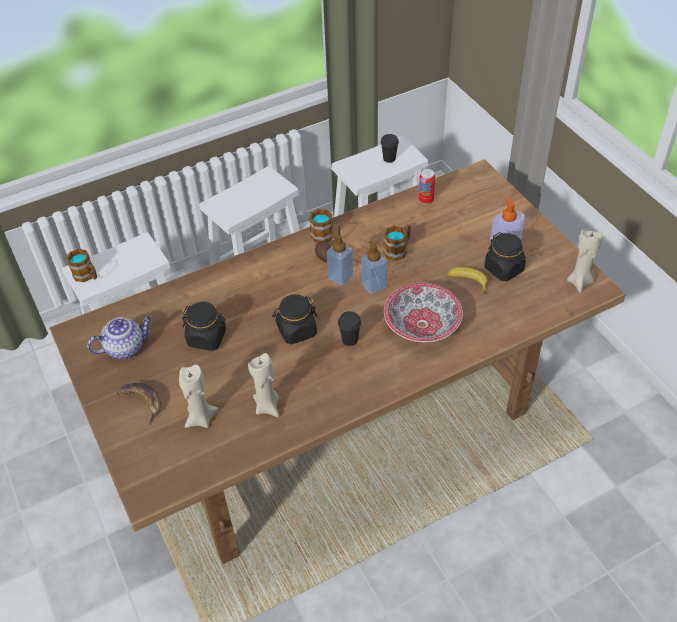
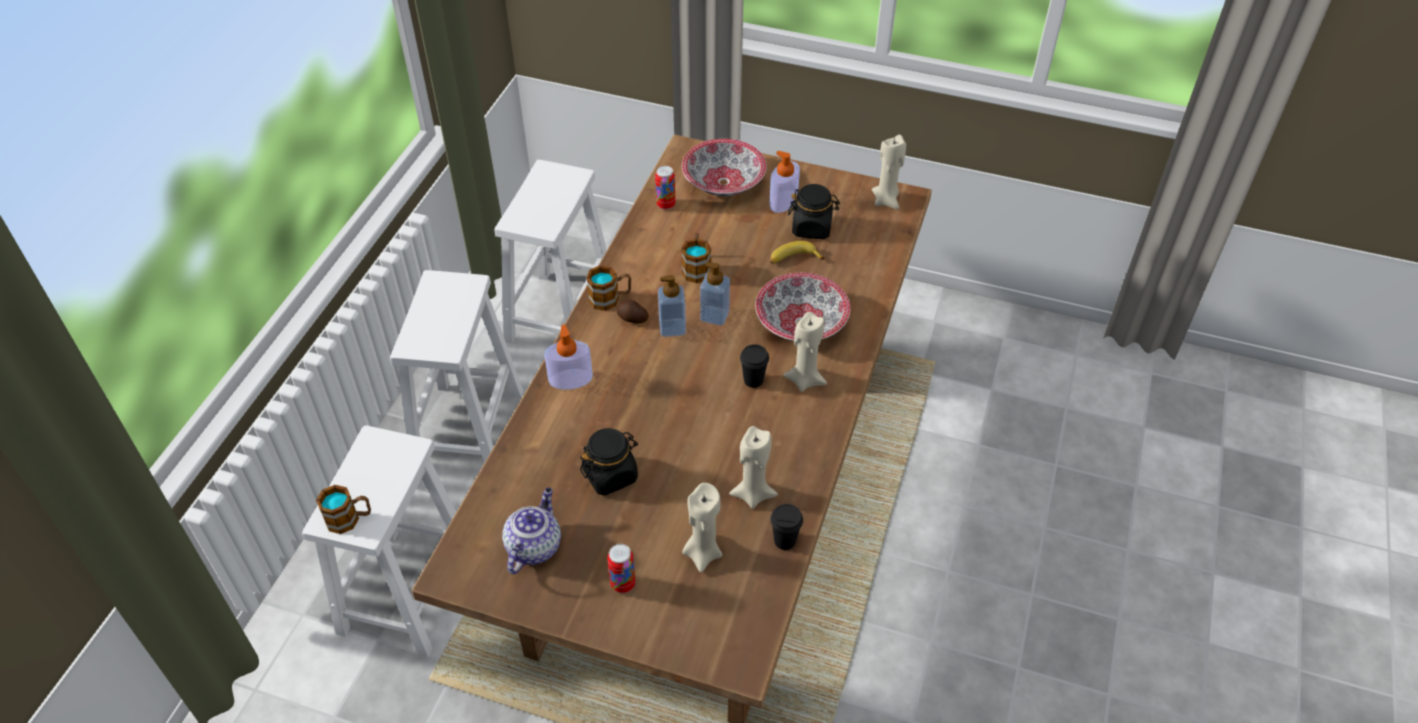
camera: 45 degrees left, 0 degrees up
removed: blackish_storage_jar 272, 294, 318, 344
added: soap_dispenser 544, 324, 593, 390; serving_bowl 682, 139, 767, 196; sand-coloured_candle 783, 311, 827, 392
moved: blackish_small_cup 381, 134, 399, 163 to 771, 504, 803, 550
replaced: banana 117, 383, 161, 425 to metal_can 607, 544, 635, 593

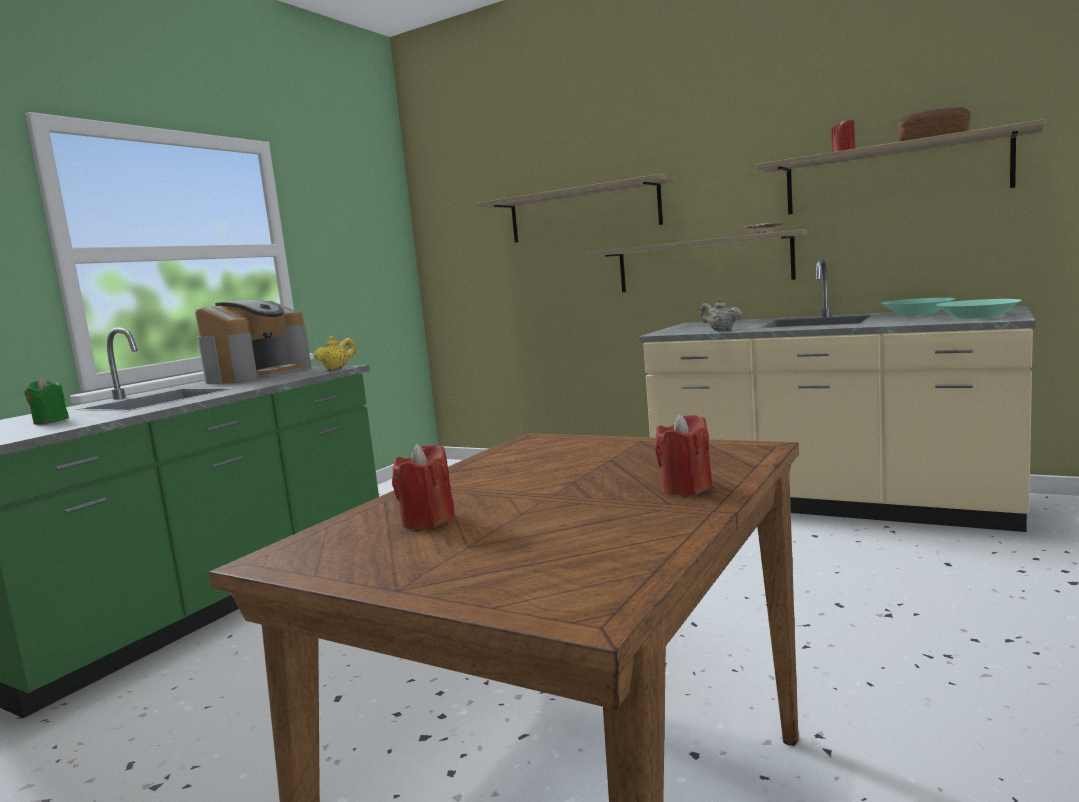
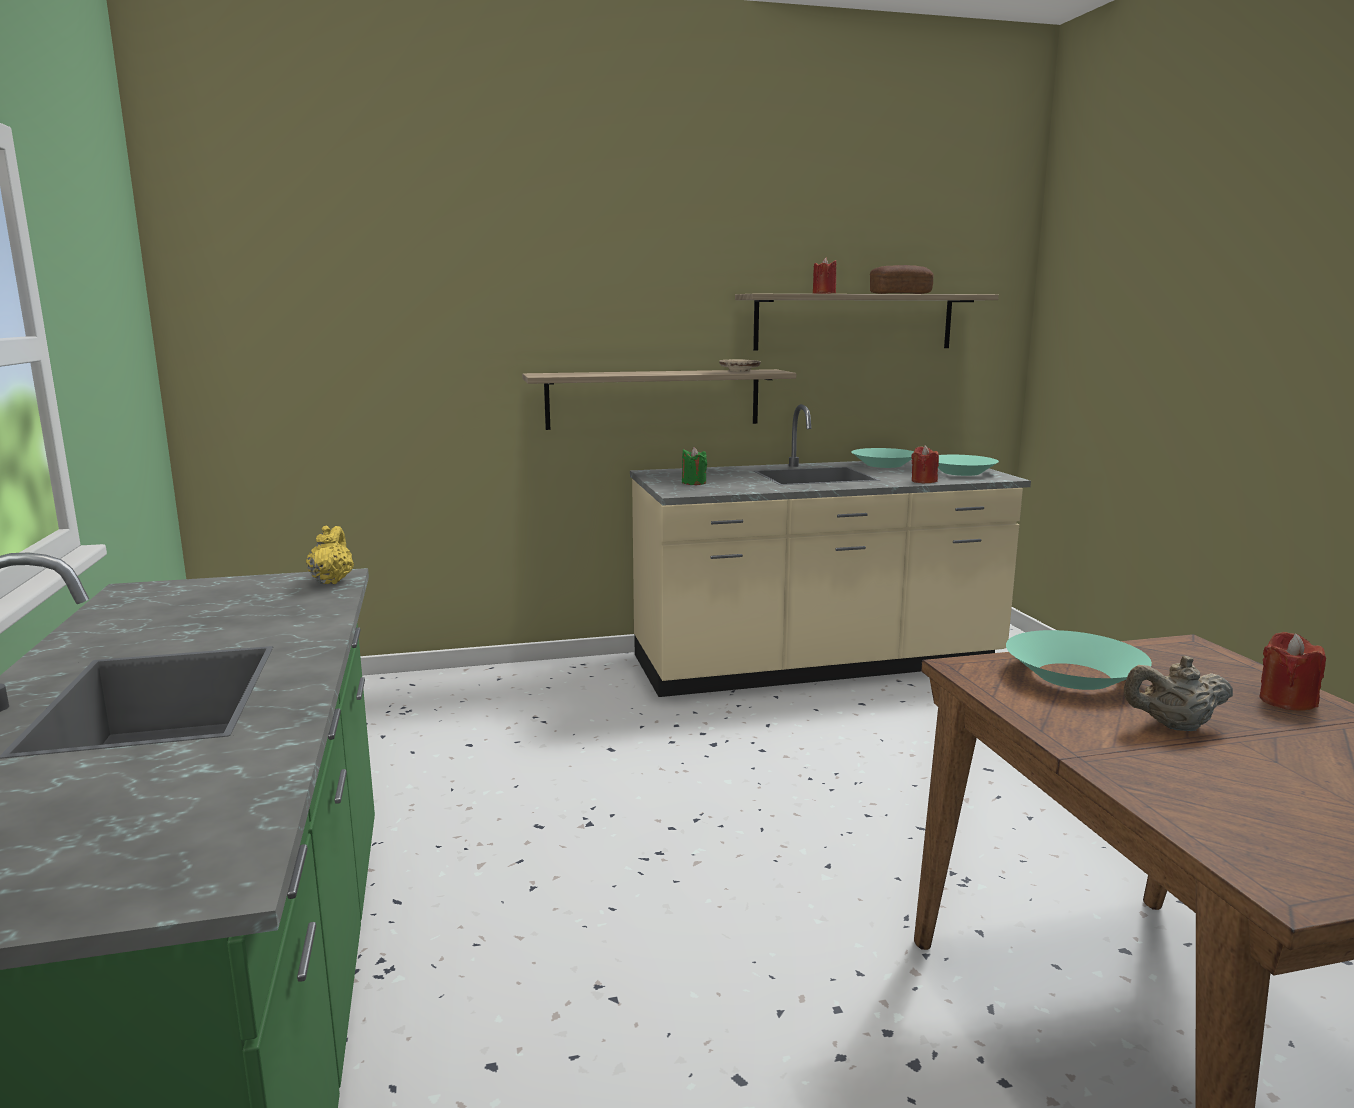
camera: 45 degrees left, 5 degrees up
removed: coffee_brewer 195, 300, 312, 384; bracket_shelf 476, 174, 676, 243
added: turquoise-coloured_serving_bowl 1006, 630, 1152, 690
moved: green_candle 25, 378, 69, 425 to 682, 447, 707, 485; reddish_candle 392, 444, 455, 529 to 911, 445, 939, 483; sand-coloured_tea_pot 699, 298, 742, 331 to 1124, 656, 1233, 731

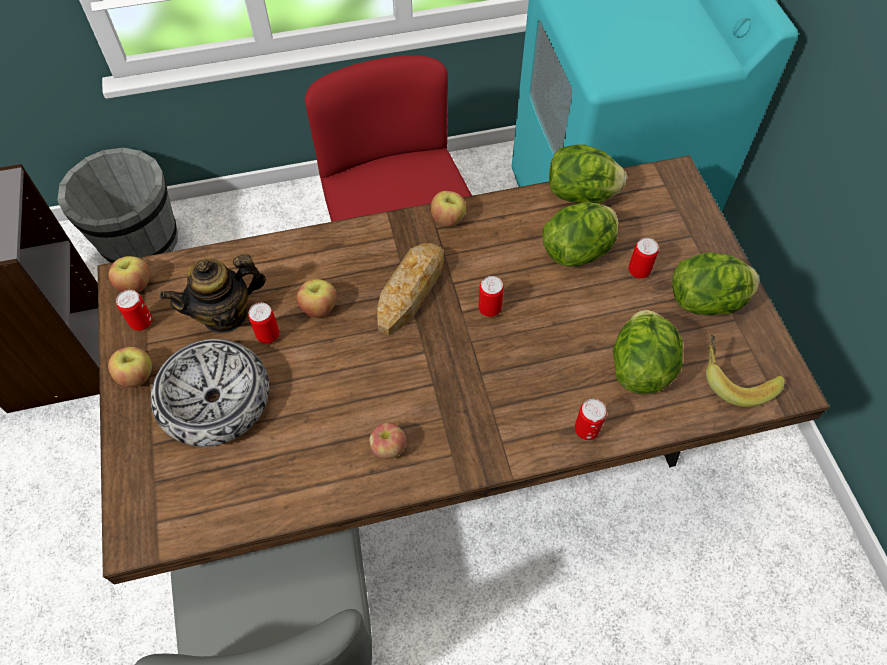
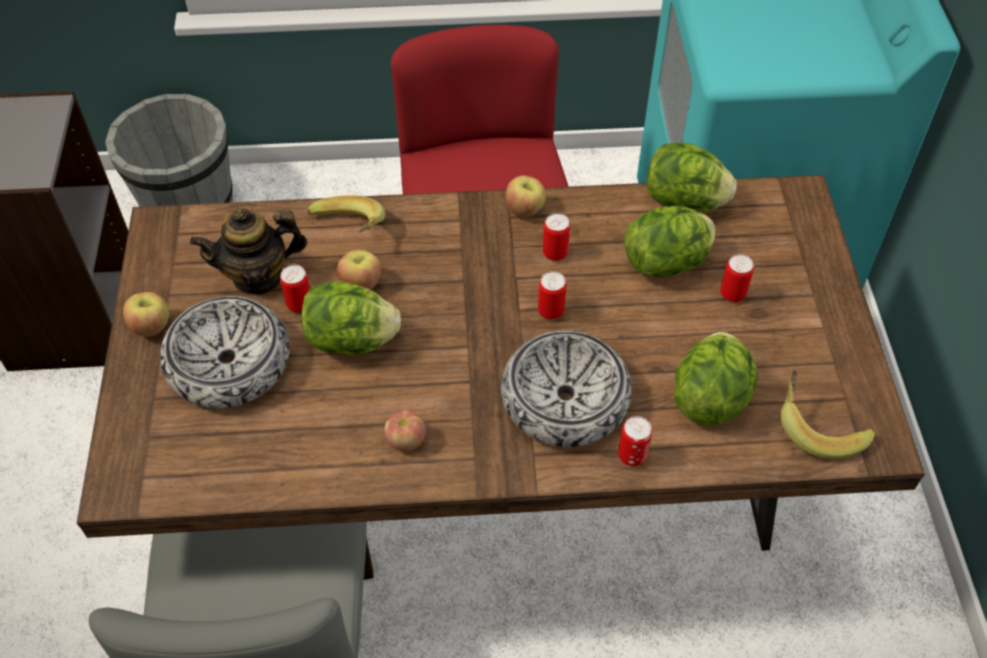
camera: 10 degrees right, 5 degrees down
removed: apple_fruit 108, 256, 150, 293; bakery_bread 377, 243, 444, 335
added: banana 307, 195, 385, 233; serving_bowl 501, 331, 632, 447
moved: lettuce 672, 252, 759, 315 to 301, 281, 401, 355; metal_can 116, 290, 153, 331 to 543, 213, 570, 261

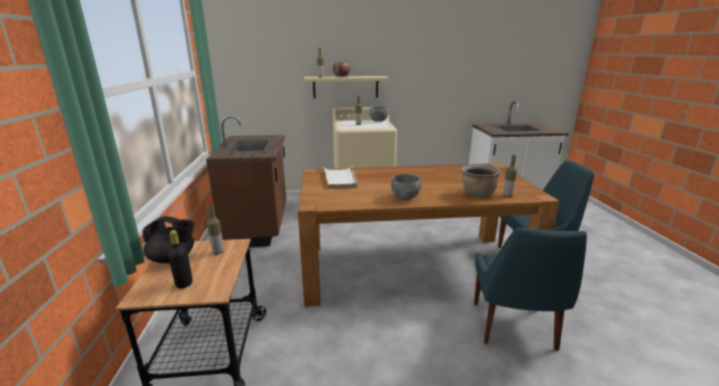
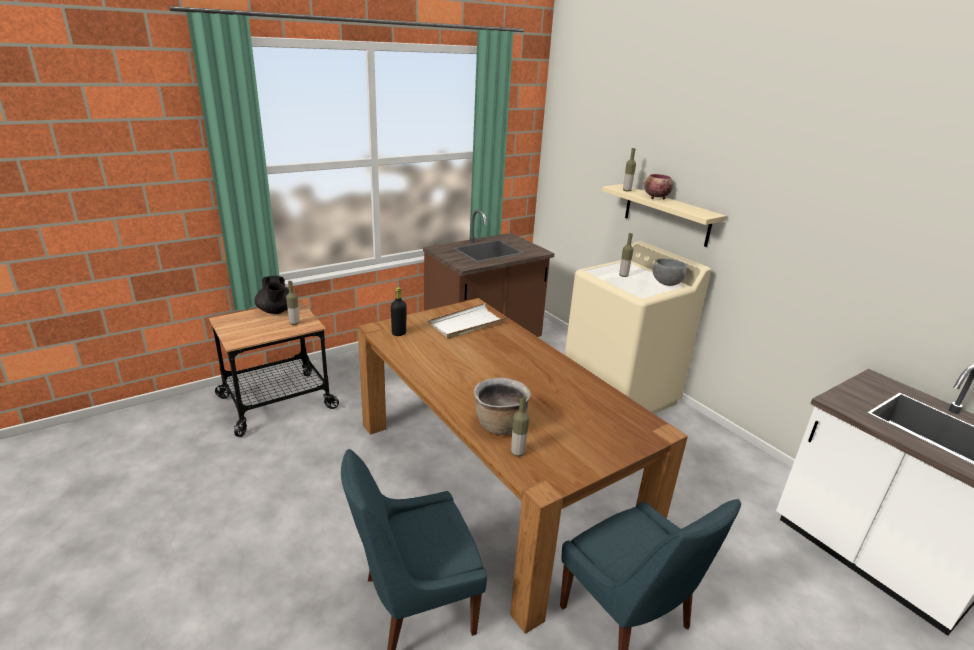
camera: 60 degrees right, 5 degrees up
removed: gray_serving_bowl 391, 174, 421, 200
moved: blackish_beverage_bottle 168, 230, 193, 288 to 391, 287, 406, 336

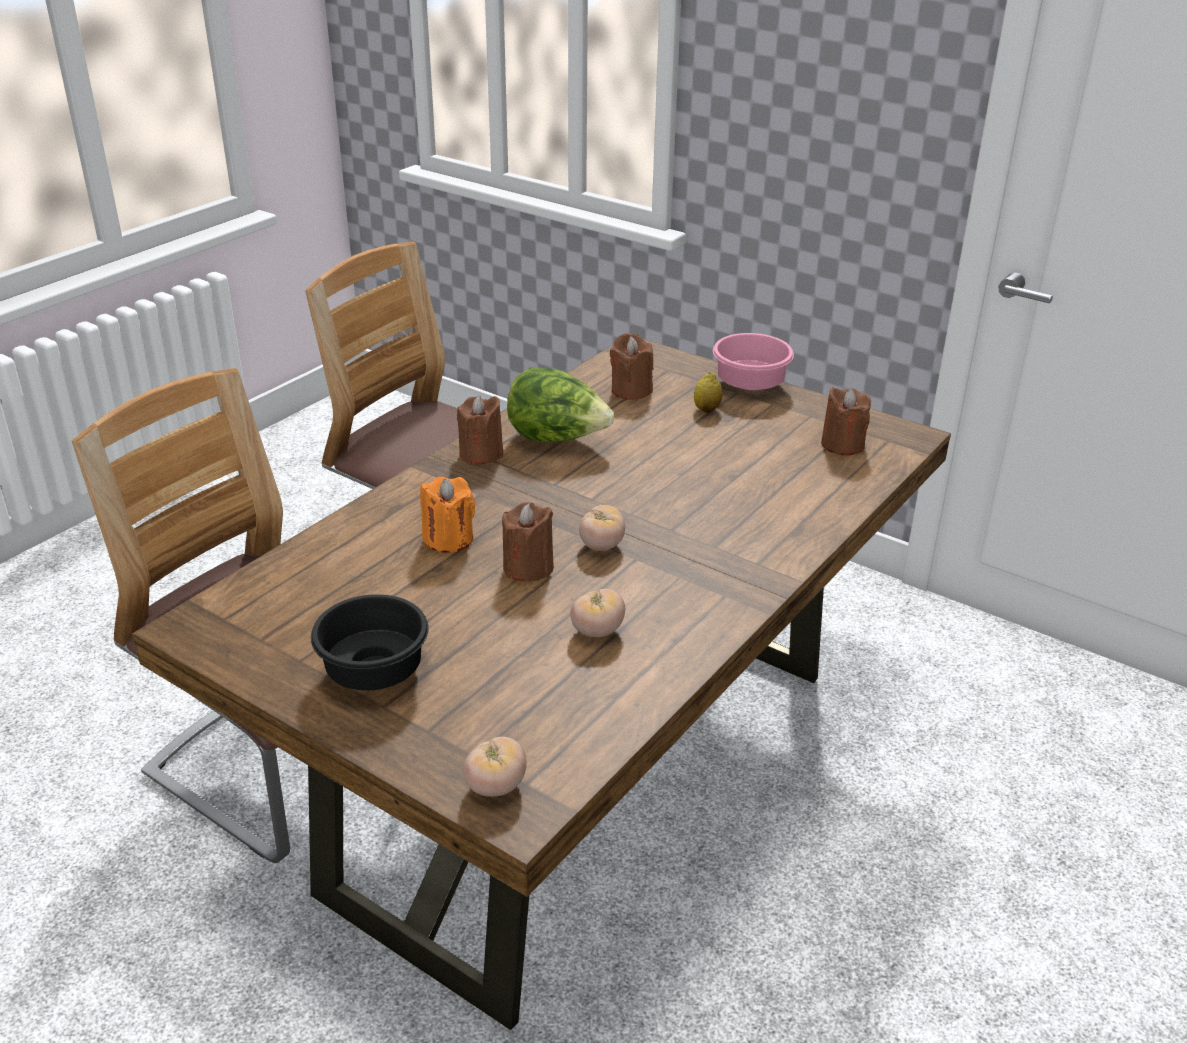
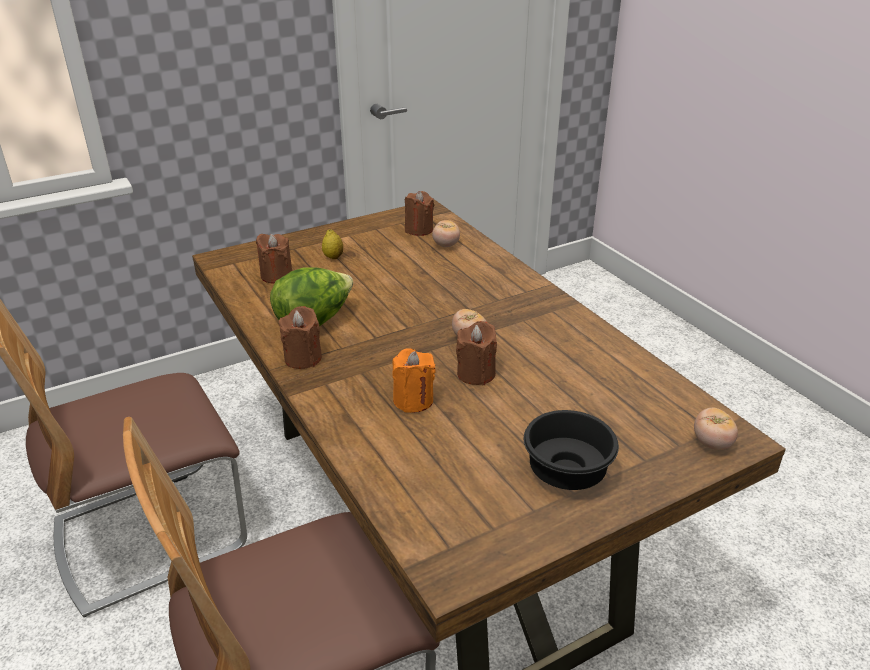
camera: 65 degrees left, 0 degrees up
removed: pink_serving_bowl 713, 333, 794, 390
moved: fresh_tomato 570, 589, 625, 637 to 432, 220, 460, 247

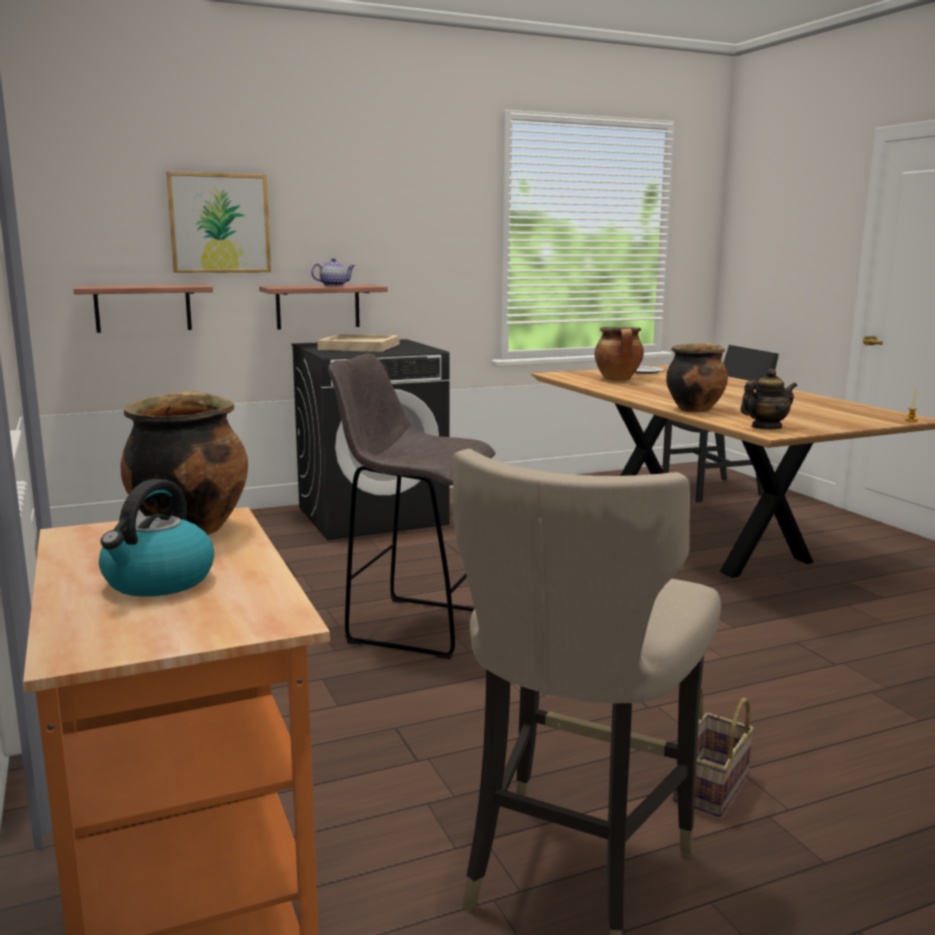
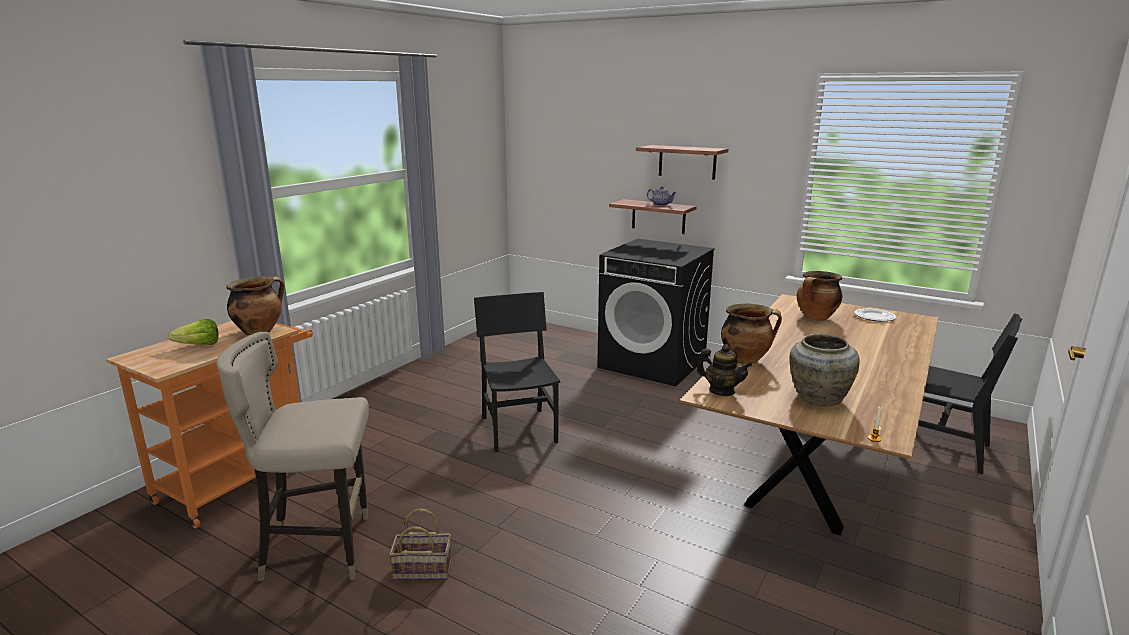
camera: 55 degrees right, 5 degrees up
removed: wall_art 166, 172, 271, 273; sand-coloured_tray 317, 334, 399, 352
added: sand-coloured_decorative_vase 789, 334, 860, 406
moved: bracket_shelf 73, 284, 213, 333 to 636, 145, 728, 180
replaced: kettle 99, 479, 214, 597 to lettuce 168, 319, 219, 345; gray_stool_seat 328, 353, 496, 659 to blackish_chair 474, 292, 560, 452

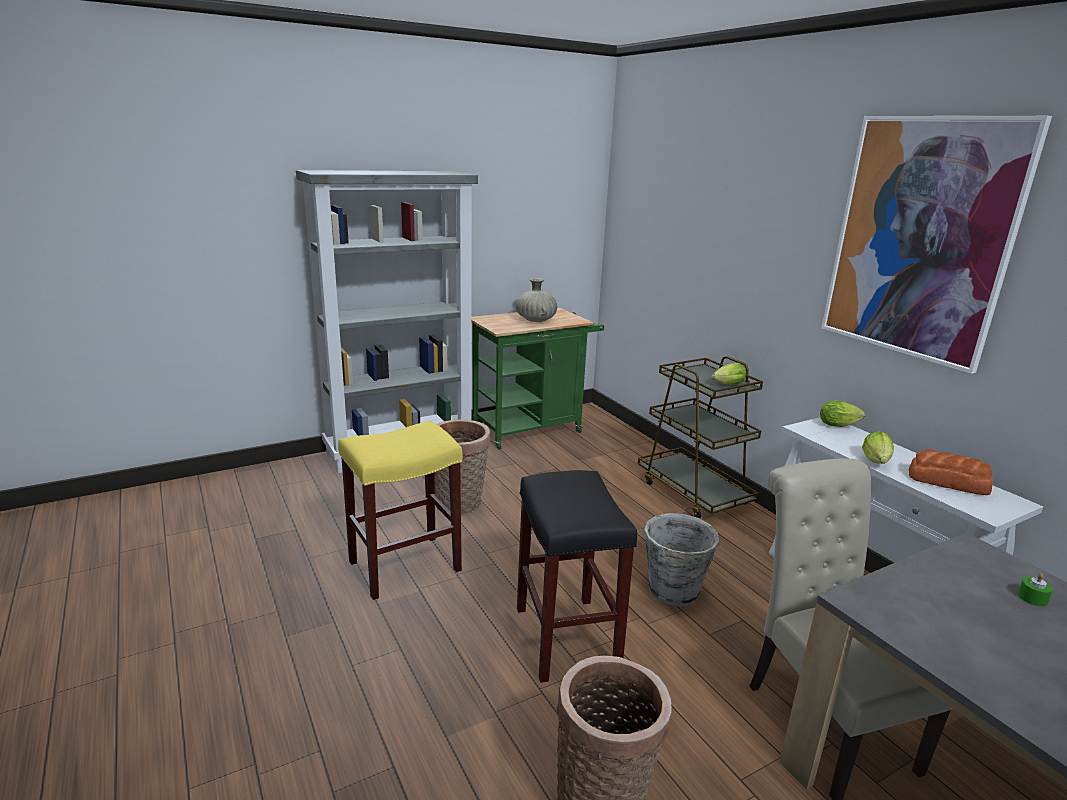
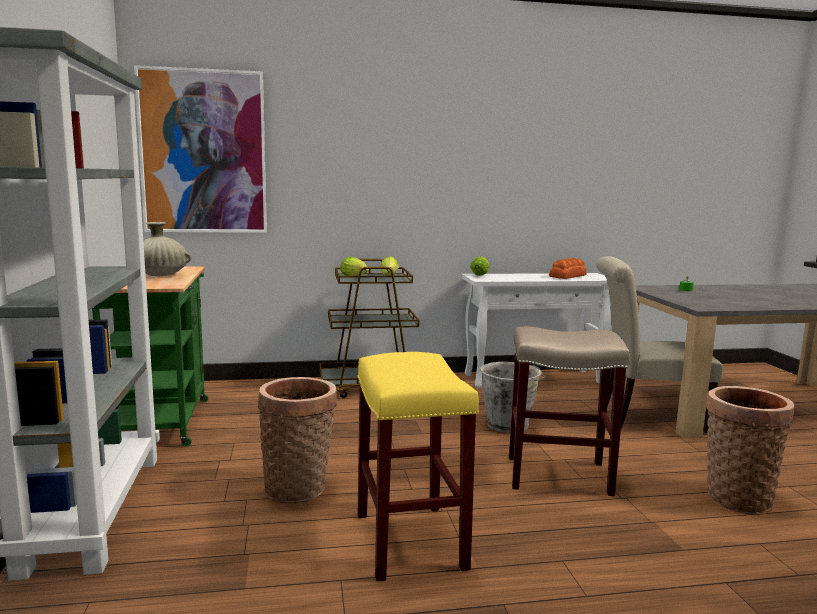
camera: 70 degrees left, 10 degrees down
moved: wall_art 821, 116, 1052, 374 to 134, 65, 267, 233; lettuce 862, 431, 894, 464 to 340, 257, 369, 276
recoloured: blackish_stool_seat 517, 470, 637, 683 to sand-coloured_stool_seat 509, 327, 630, 496

